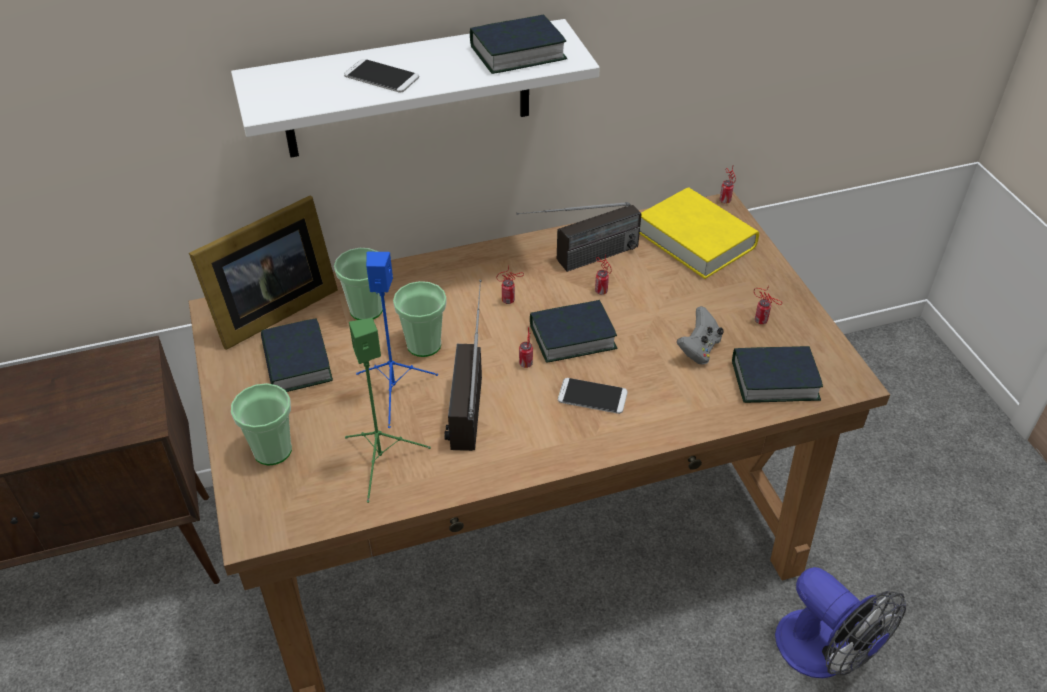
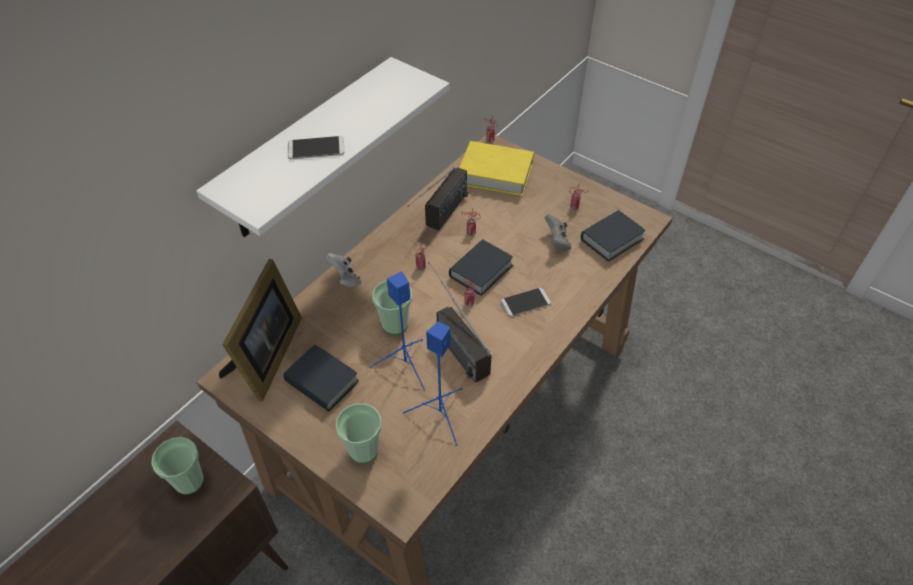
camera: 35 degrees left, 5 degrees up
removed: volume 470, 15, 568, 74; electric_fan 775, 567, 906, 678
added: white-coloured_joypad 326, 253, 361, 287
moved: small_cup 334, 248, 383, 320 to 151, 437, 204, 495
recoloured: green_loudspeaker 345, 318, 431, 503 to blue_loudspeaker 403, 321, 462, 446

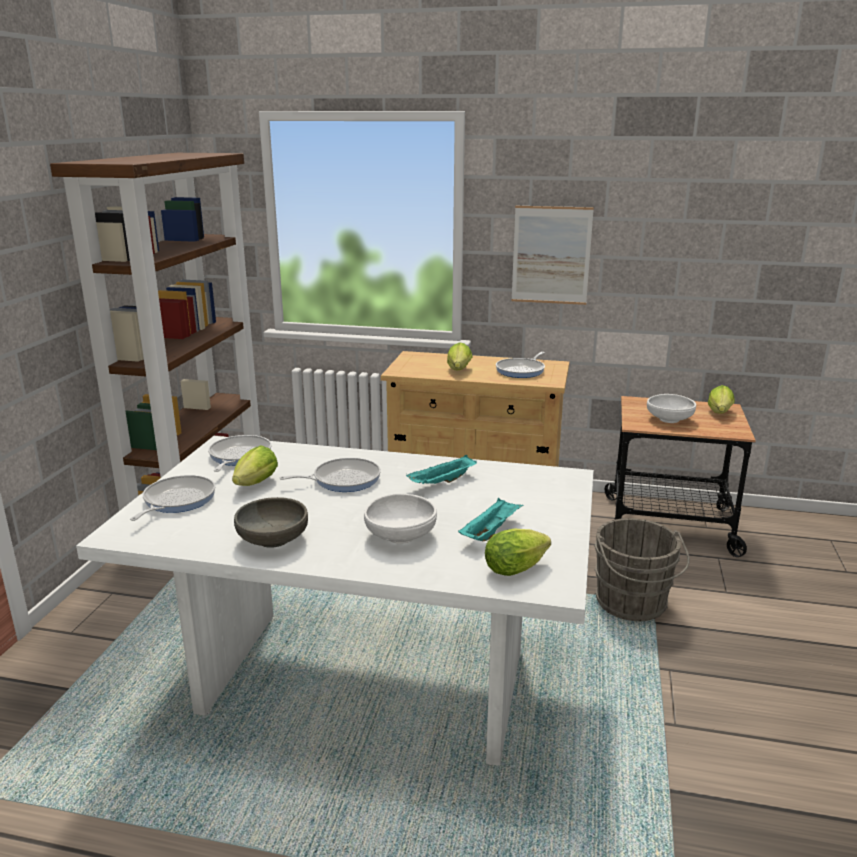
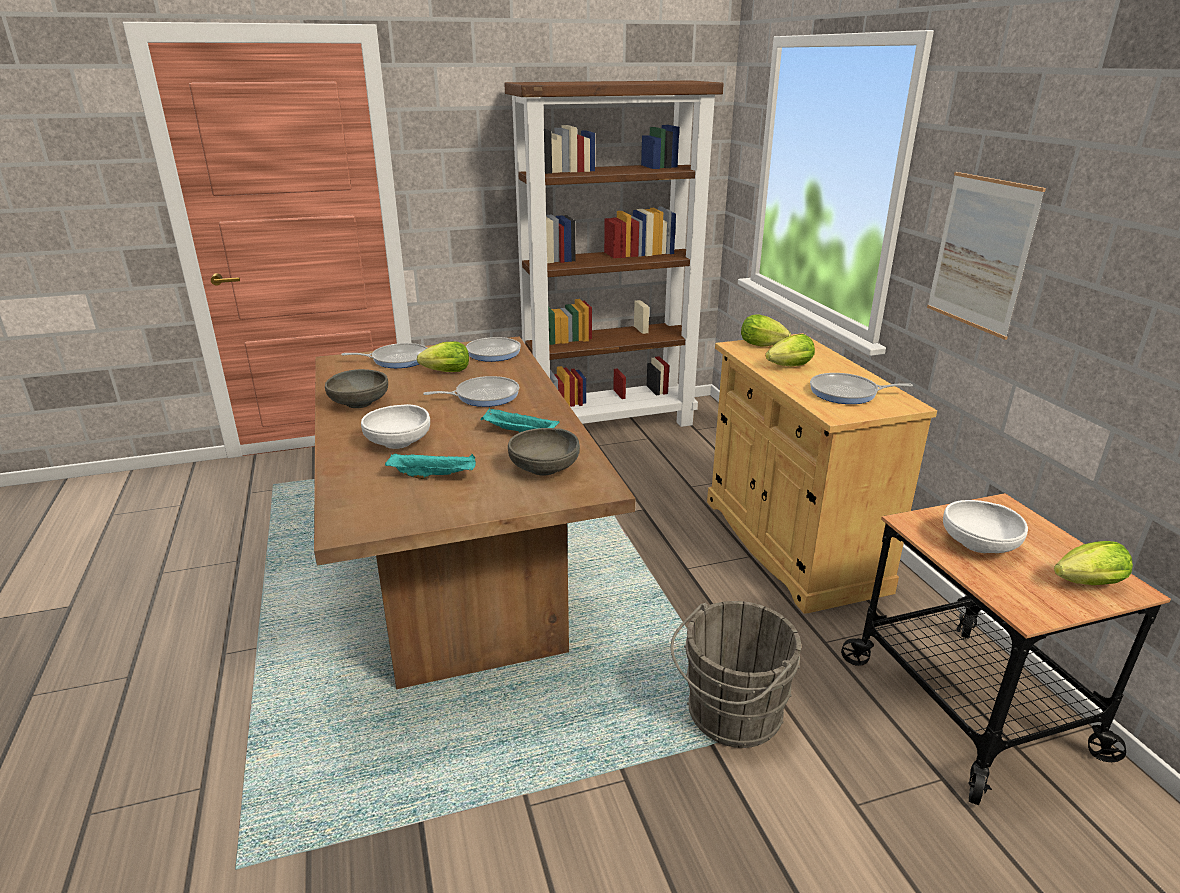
camera: 60 degrees right, 5 degrees up
added: gray_serving_bowl 508, 428, 580, 476
moved: lettuce 485, 529, 551, 576 to 741, 315, 791, 347
recoloured: white-coloured_dinner_table 76, 436, 594, 766 to brown-coloured_dinner_table 314, 336, 635, 689
turned: skillet 279, 458, 381, 492 = 423, 376, 519, 407 60 degrees counterclockwise

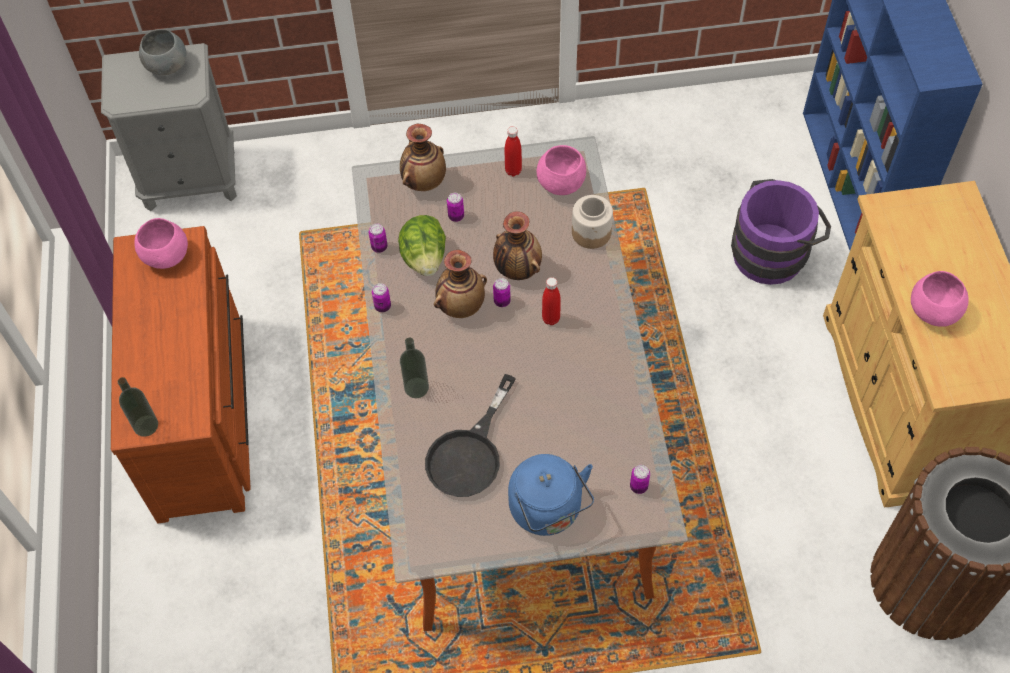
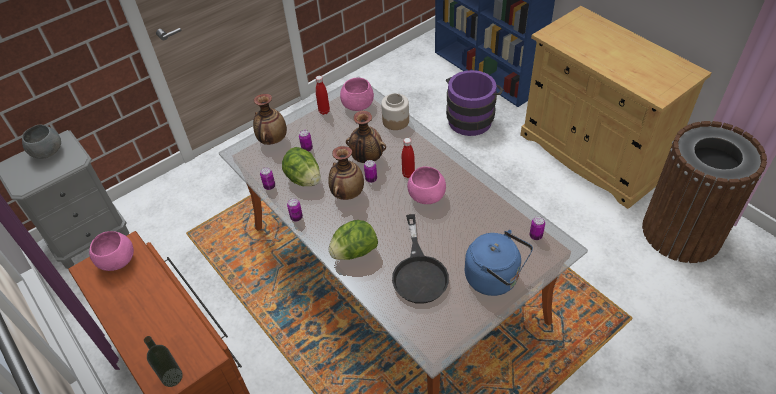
camera: 30 degrees left, 10 degrees down
moved: pink_serving_bowl 911, 271, 969, 327 to 407, 166, 446, 204
replaced: beverage_bottle 400, 338, 429, 398 to lettuce 329, 220, 378, 260

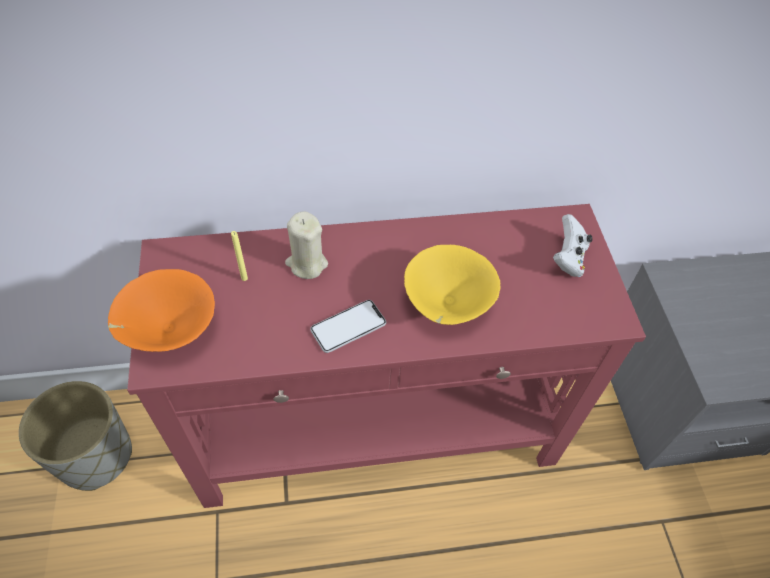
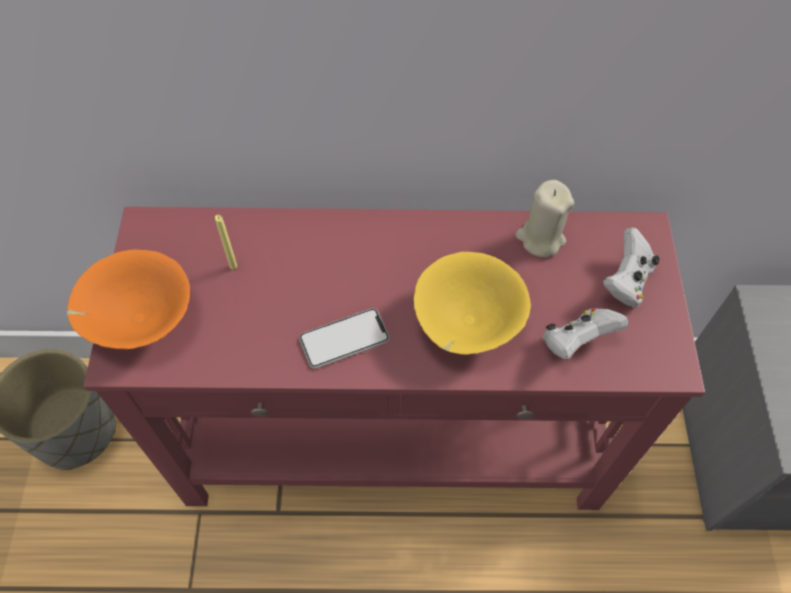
camera: 10 degrees right, 5 degrees up
added: white-coloured_joypad 543, 308, 628, 359
moved: sand-coloured_candle 285, 211, 328, 279 to 515, 180, 574, 257

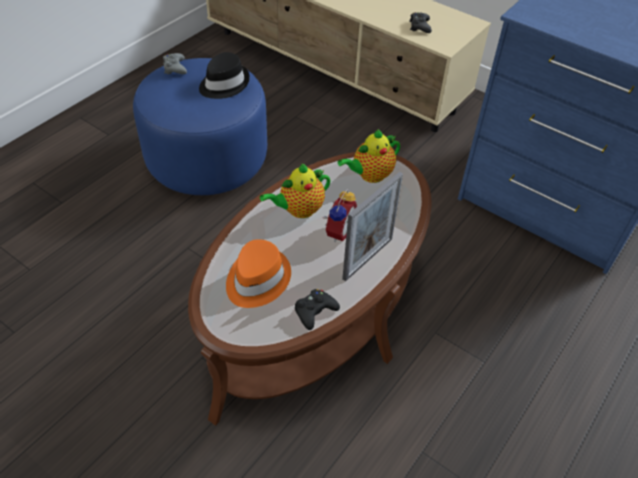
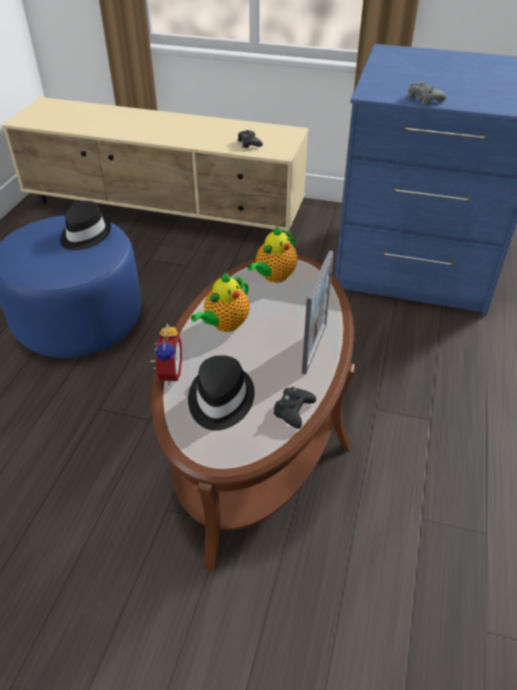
camera: 20 degrees left, 5 degrees down
moved: alarm_clock 323, 189, 357, 242 to 149, 323, 182, 385; gray_joypad 163, 53, 187, 74 to 408, 81, 446, 105
recoloured: orangey_clothing_hat 226, 239, 291, 308 to blackish_clothing_hat 188, 355, 255, 431

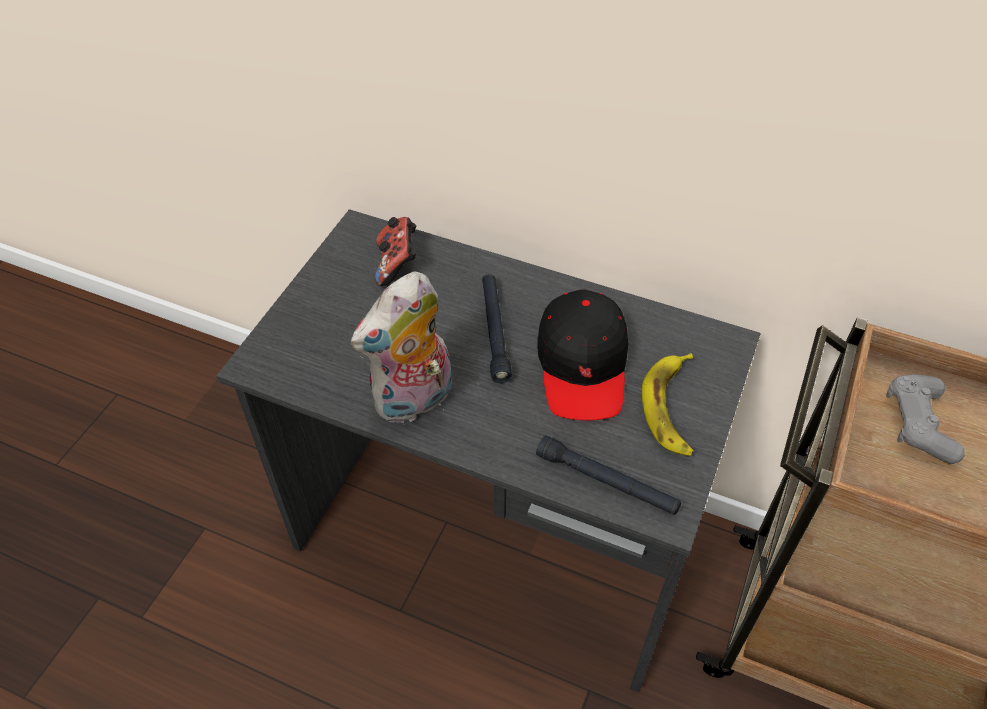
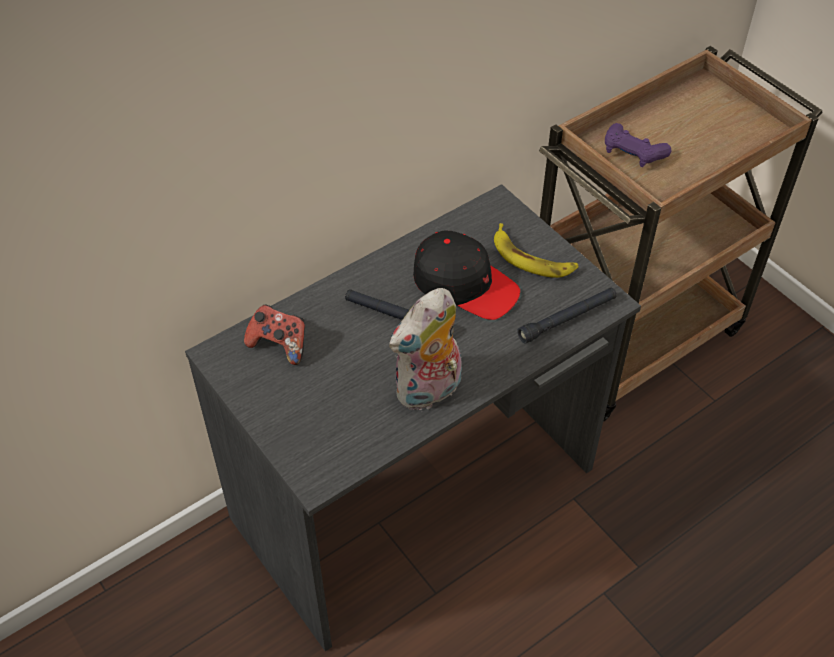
camera: 60 degrees left, 0 degrees up
recoloured: gray_joypad 886, 375, 965, 464 to purple_joypad 605, 123, 671, 167
turned: cuddly_toy 351, 272, 452, 423 = 389, 288, 462, 410 60 degrees clockwise

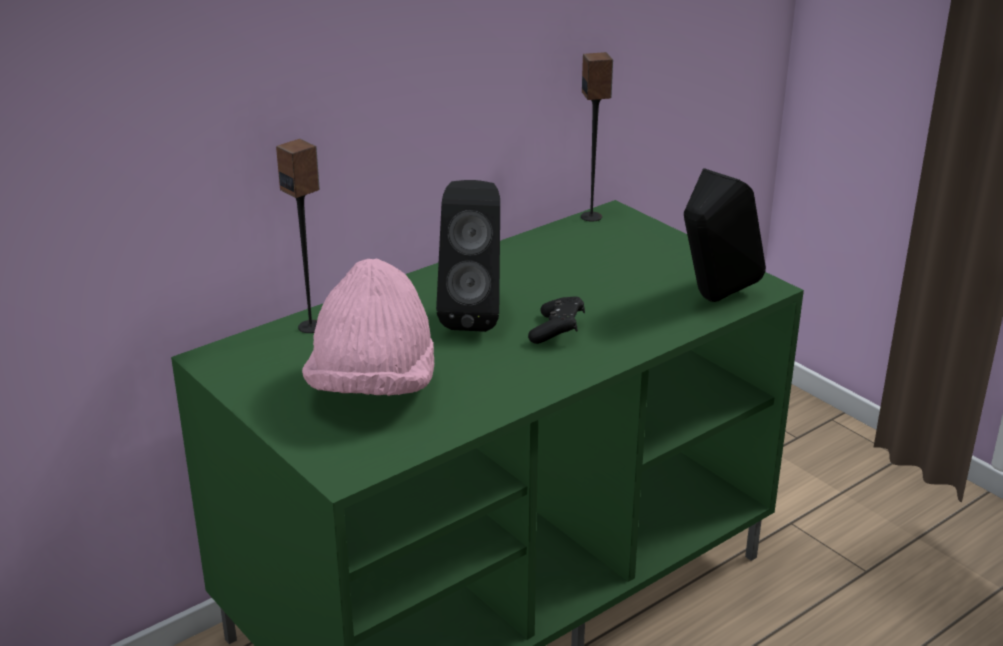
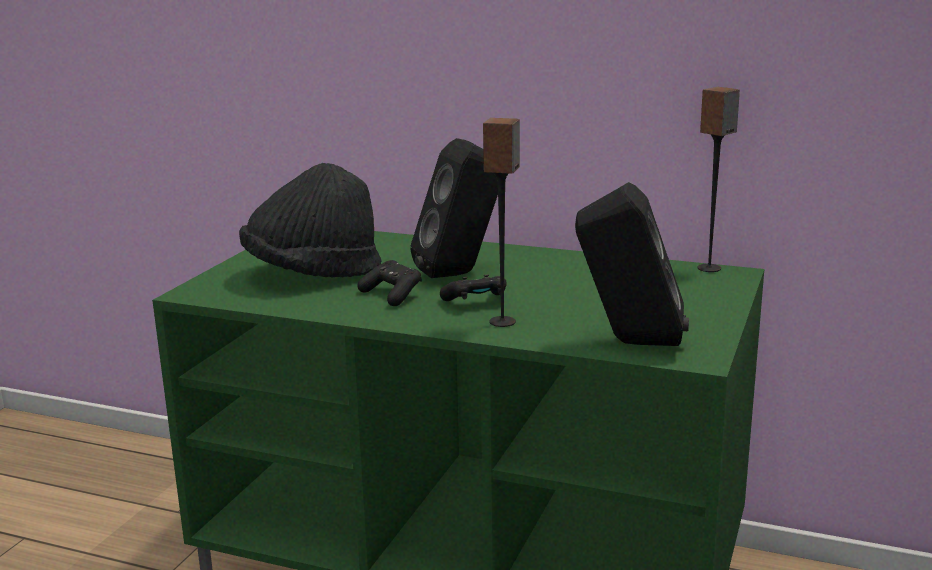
camera: 60 degrees right, 10 degrees down
added: blackish_joypad 358, 260, 422, 306
moved: loudspeaker 276, 139, 320, 333 to 483, 118, 520, 327
recoloured: pink_clothing_hat 302, 258, 434, 396 to blackish_clothing_hat 239, 163, 382, 278

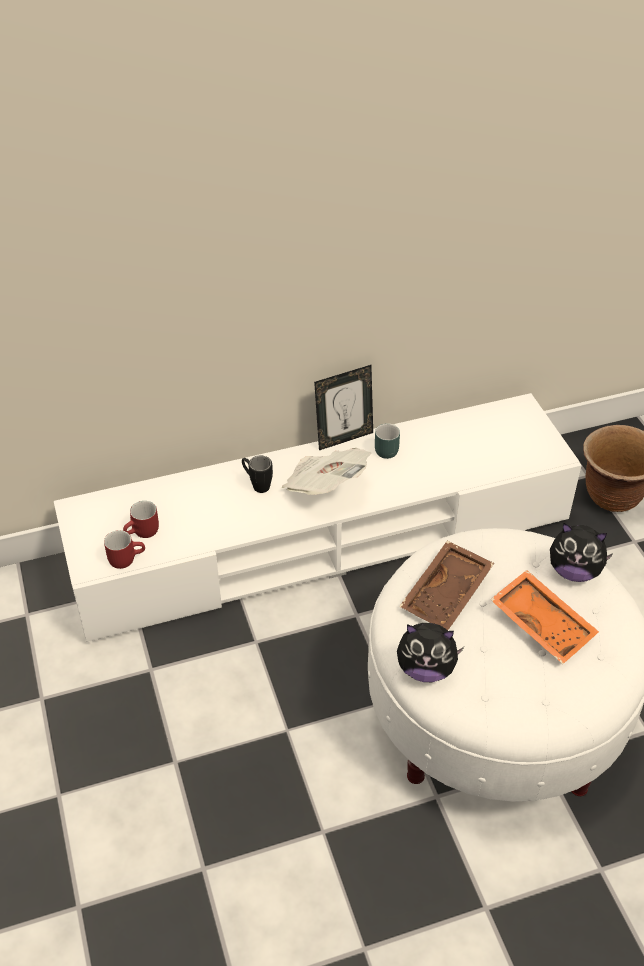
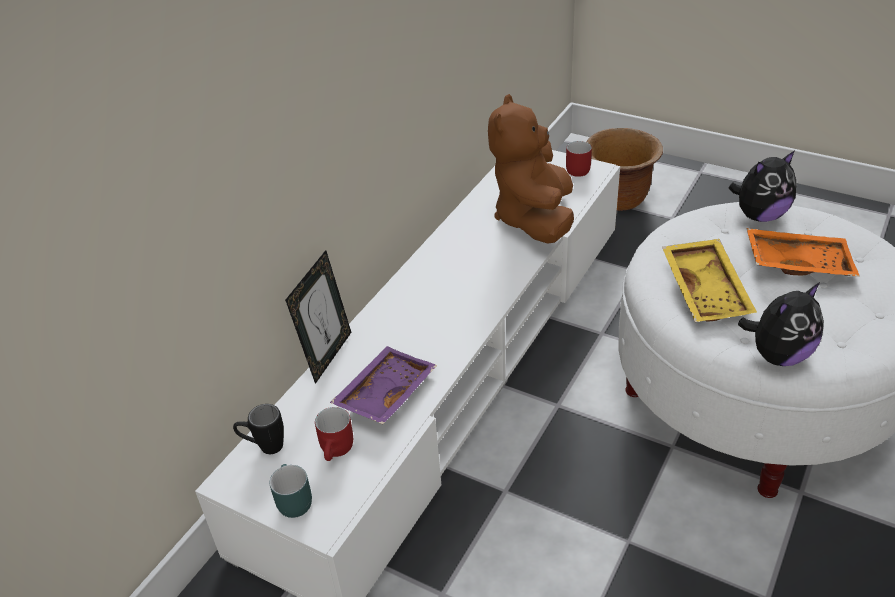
camera: 40 degrees left, 5 degrees down
removed: daily_paper 281, 448, 372, 495
added: purple_tray 330, 346, 437, 424; brown-coloured_cuddly_toy 488, 94, 574, 244
moved: blackish_coffee_mug 242, 456, 273, 493 to 233, 404, 284, 454; turquoise-coloured_coffee_mug 375, 423, 400, 459 to 269, 464, 312, 518; picture_frame 314, 365, 373, 450 to 285, 250, 351, 384; reddish_coffee_mug 104, 530, 145, 569 to 566, 141, 592, 177
recoloured: brown-coloured_tray 399, 541, 494, 630 to yellow_tray 662, 239, 757, 322

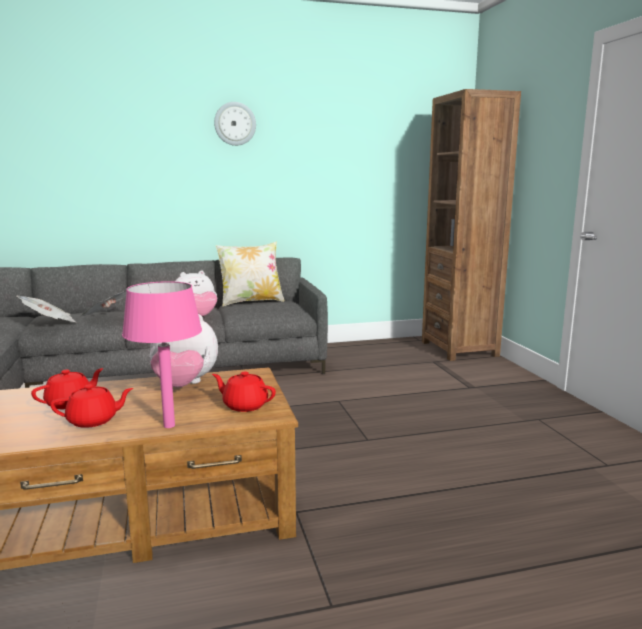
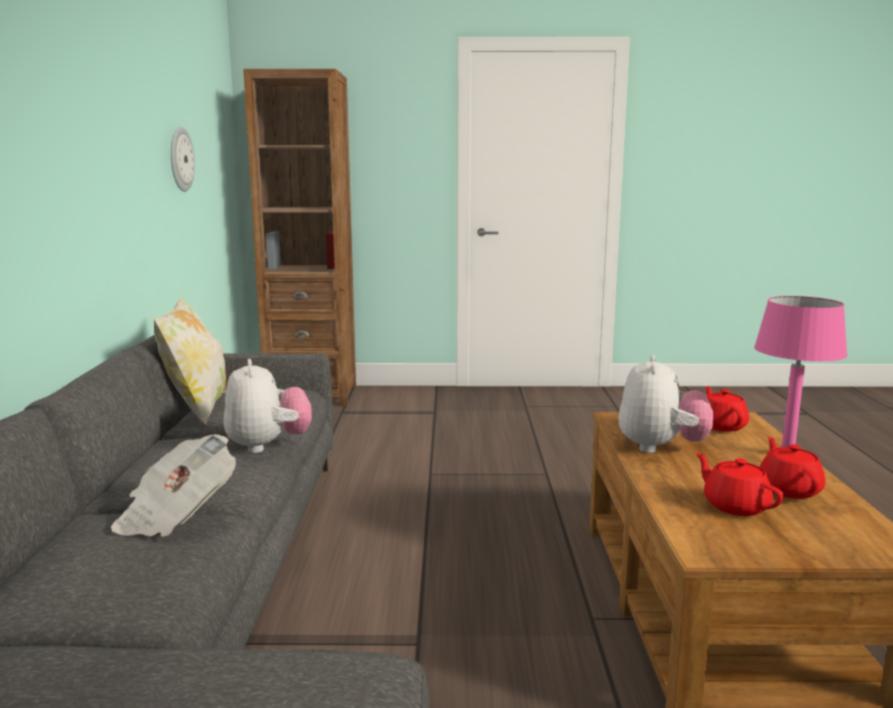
camera: 75 degrees left, 0 degrees up
removed: daily_paper 17, 296, 76, 322
moved: clock_on_the_wall 214, 102, 256, 146 to 171, 127, 195, 192
turned: reddish_tea_pot 212, 371, 276, 412 = 705, 386, 749, 432 135 degrees clockwise

